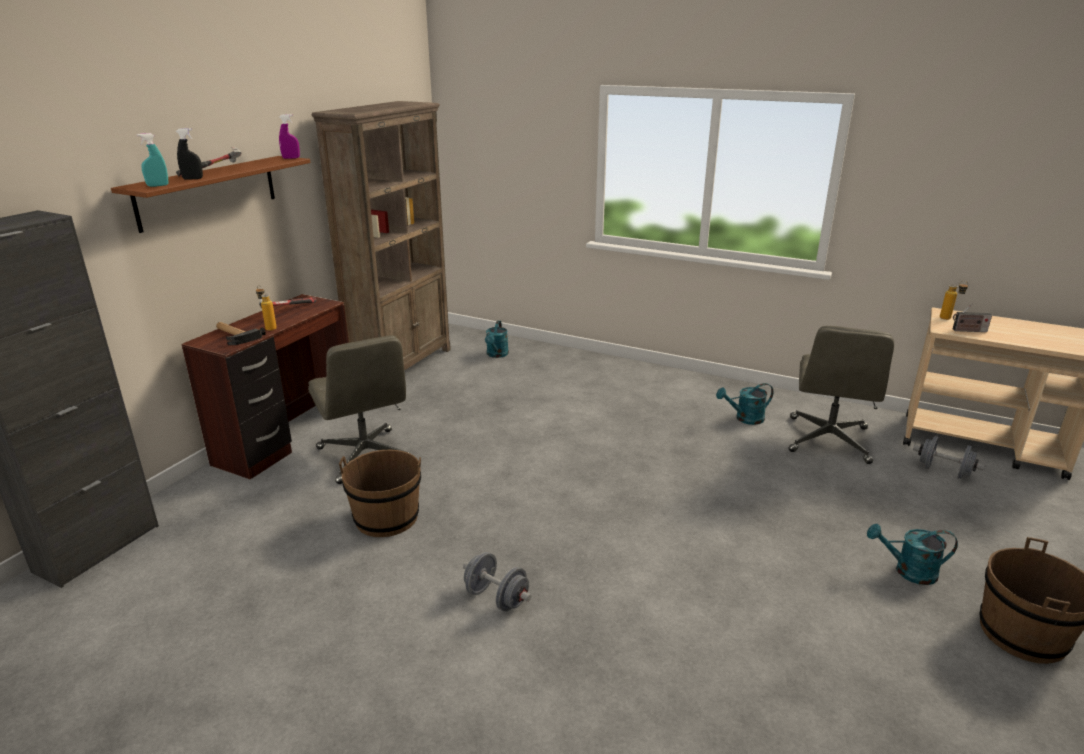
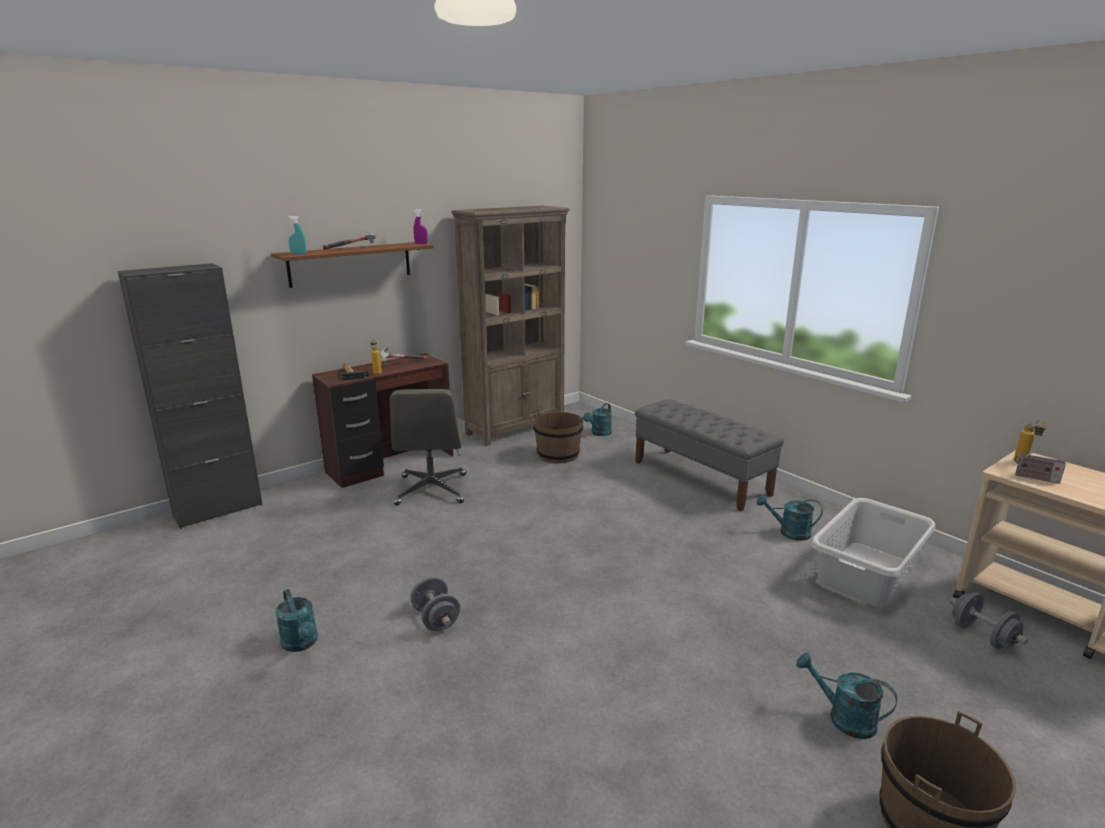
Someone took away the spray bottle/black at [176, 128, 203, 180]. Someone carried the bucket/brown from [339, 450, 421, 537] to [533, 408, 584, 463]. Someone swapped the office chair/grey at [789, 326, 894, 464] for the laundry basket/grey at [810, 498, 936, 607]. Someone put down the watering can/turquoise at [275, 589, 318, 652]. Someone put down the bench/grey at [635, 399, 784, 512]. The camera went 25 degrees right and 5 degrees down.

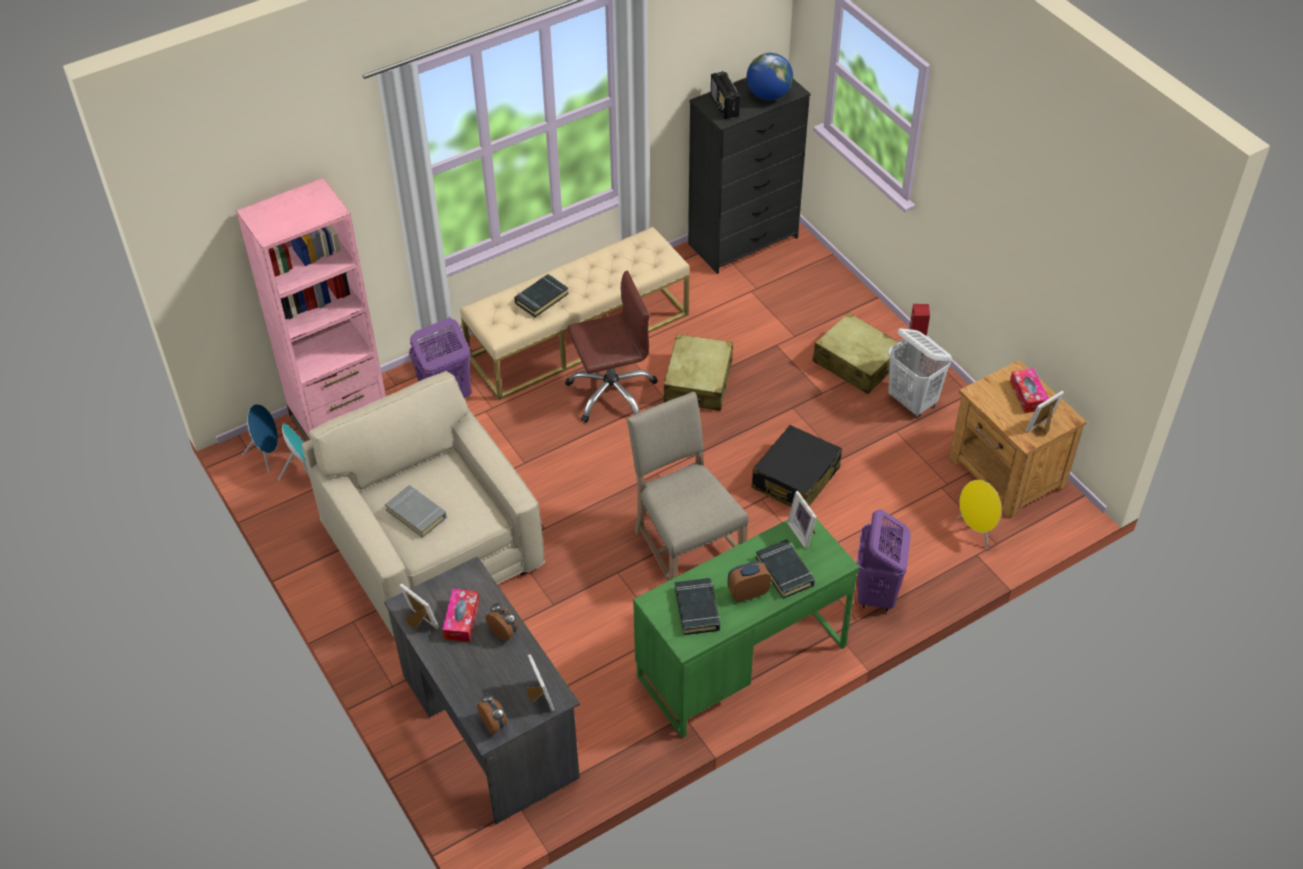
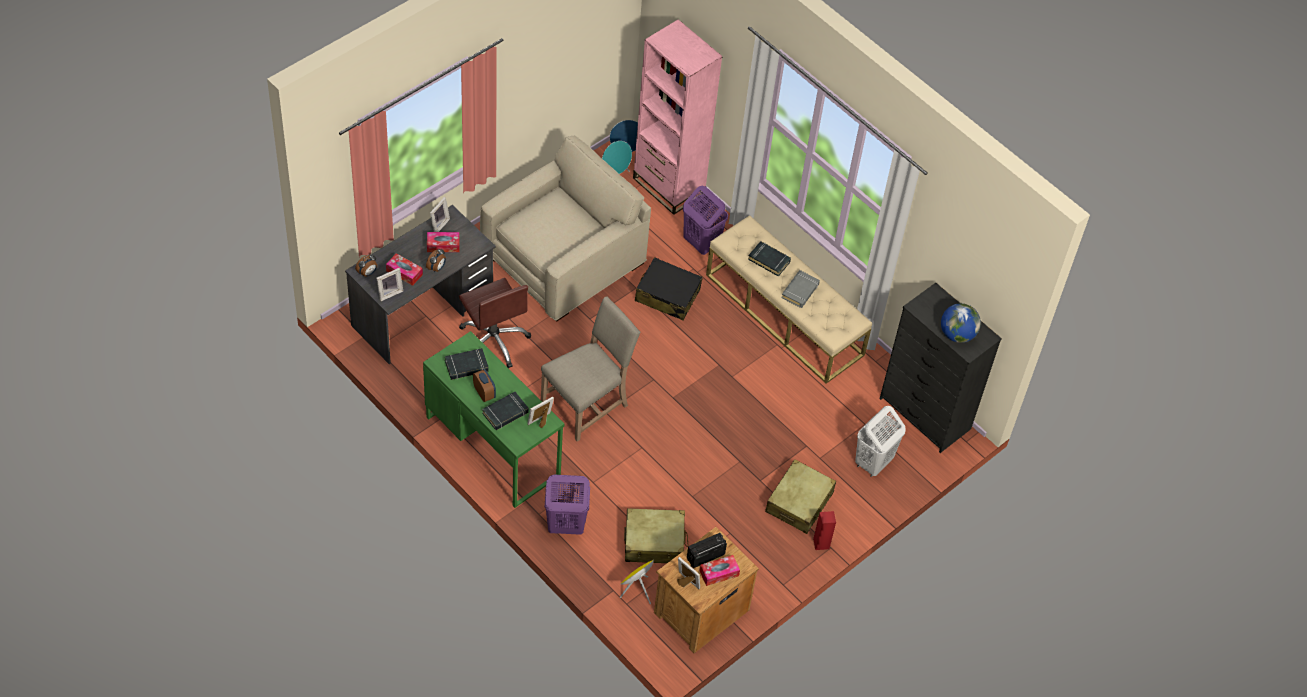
Someone carried the book/grey from [385, 485, 447, 538] to [781, 270, 820, 308]. Someone carried the office chair/brown from [565, 271, 658, 423] to [459, 278, 531, 368]. Someone carried the suitcase/beige from [663, 334, 733, 411] to [624, 508, 688, 563]. Someone carried the radio from [711, 71, 740, 119] to [687, 533, 727, 568]. Someone carried the suitcase/black from [752, 425, 842, 507] to [635, 257, 703, 321]. Someone carried the laundry basket/white from [888, 328, 952, 417] to [855, 406, 906, 477]. Someone put down the tissue box at [386, 254, 423, 286]. The camera went 75 degrees right and 5 degrees up.

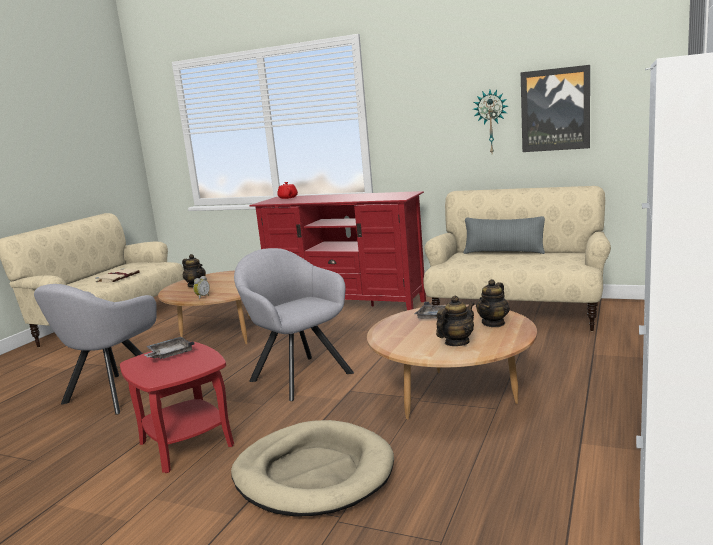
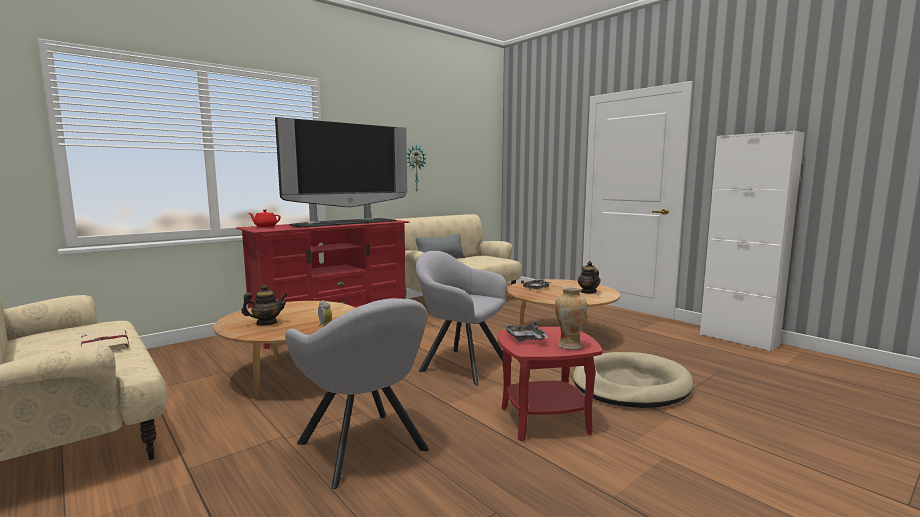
Someone rotated the armchair/grey at [234, 248, 354, 401] by 45 degrees clockwise. Someone took away the teapot at [476, 279, 510, 327]. Someone took away the picture at [521, 65, 590, 152]. Someone put down the television at [275, 117, 407, 228]. Someone put down the vase at [555, 287, 587, 350]. The camera went 65 degrees left and 5 degrees down.

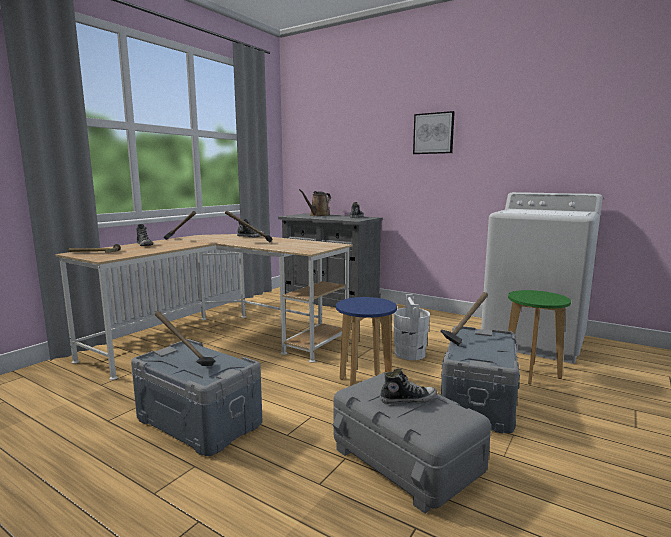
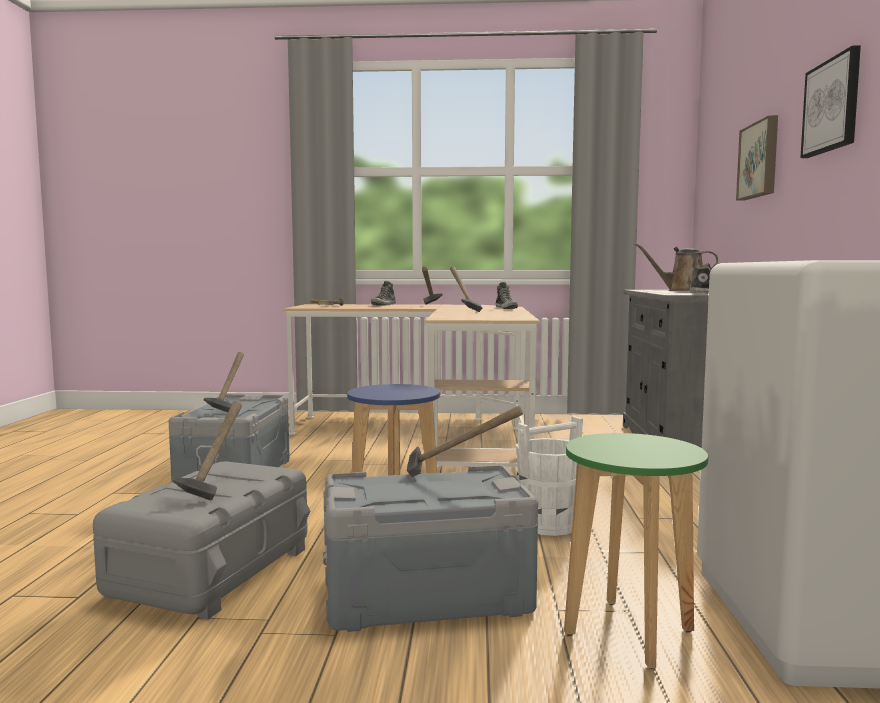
Someone swapped the shoe at [380, 368, 437, 404] for the hammer at [173, 401, 242, 501]. Someone put up the picture at [736, 115, 778, 201]. The camera went 60 degrees right and 5 degrees down.

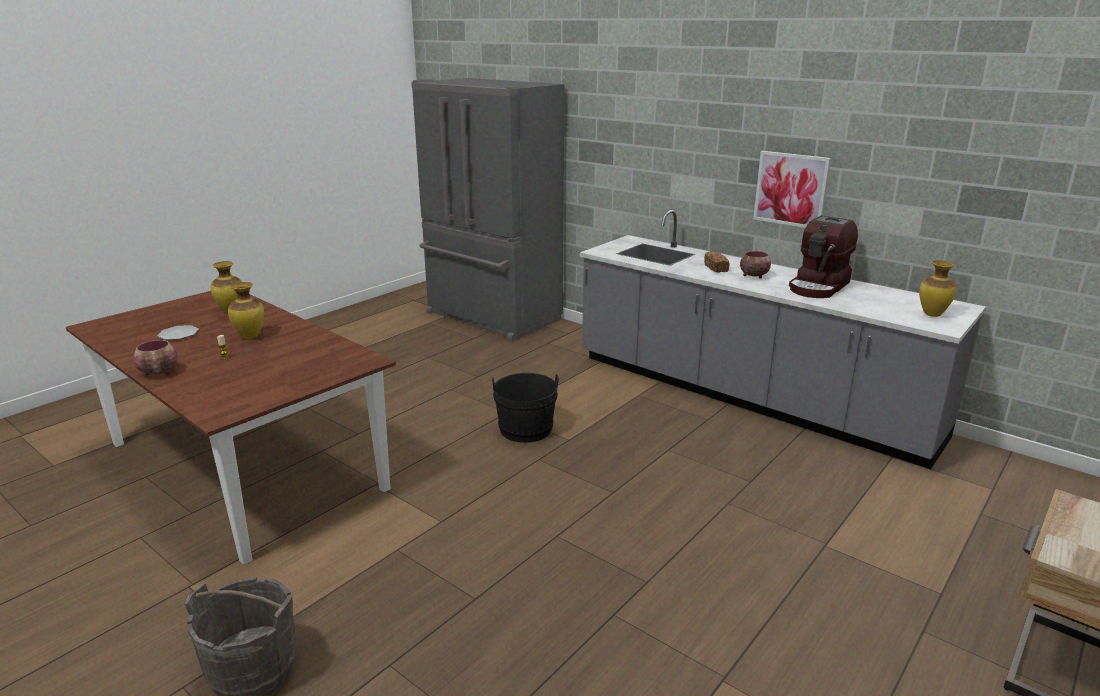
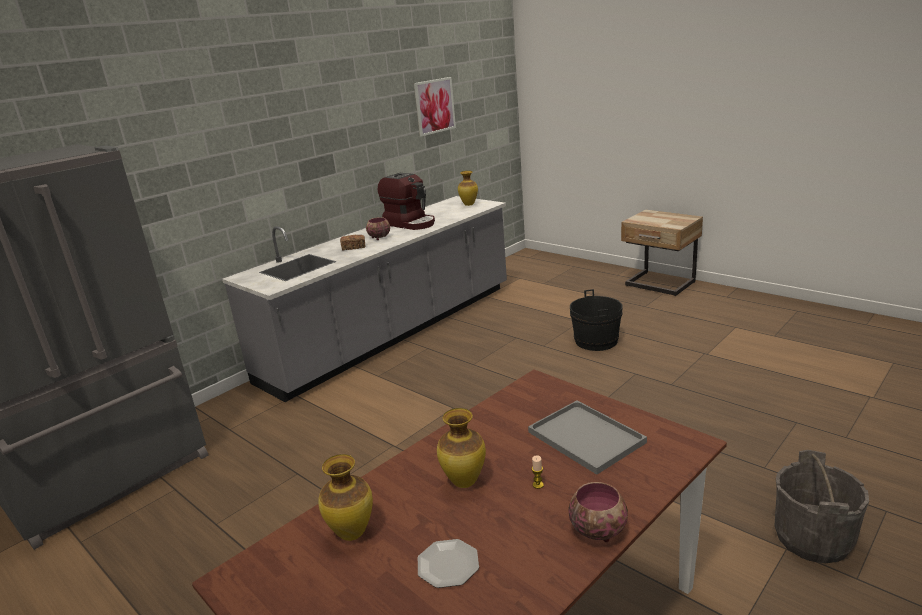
Someone carried the bucket/black from [492, 373, 559, 443] to [570, 289, 623, 351]. Someone carried the picture from [753, 151, 831, 228] to [414, 77, 456, 137]. Someone put down the tray/grey at [528, 400, 647, 475]. The camera went 85 degrees left and 0 degrees up.

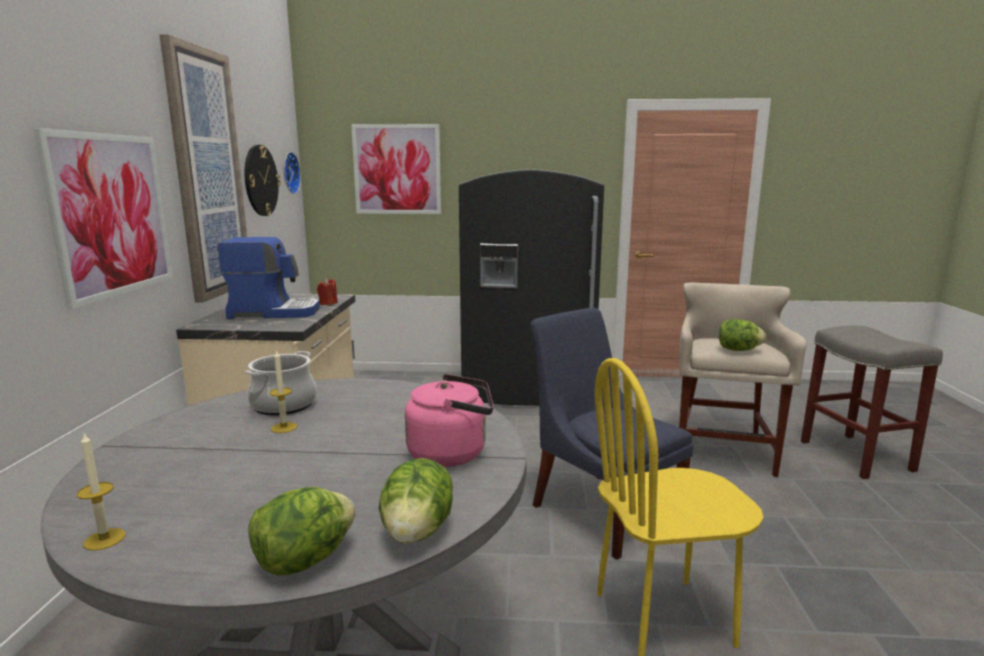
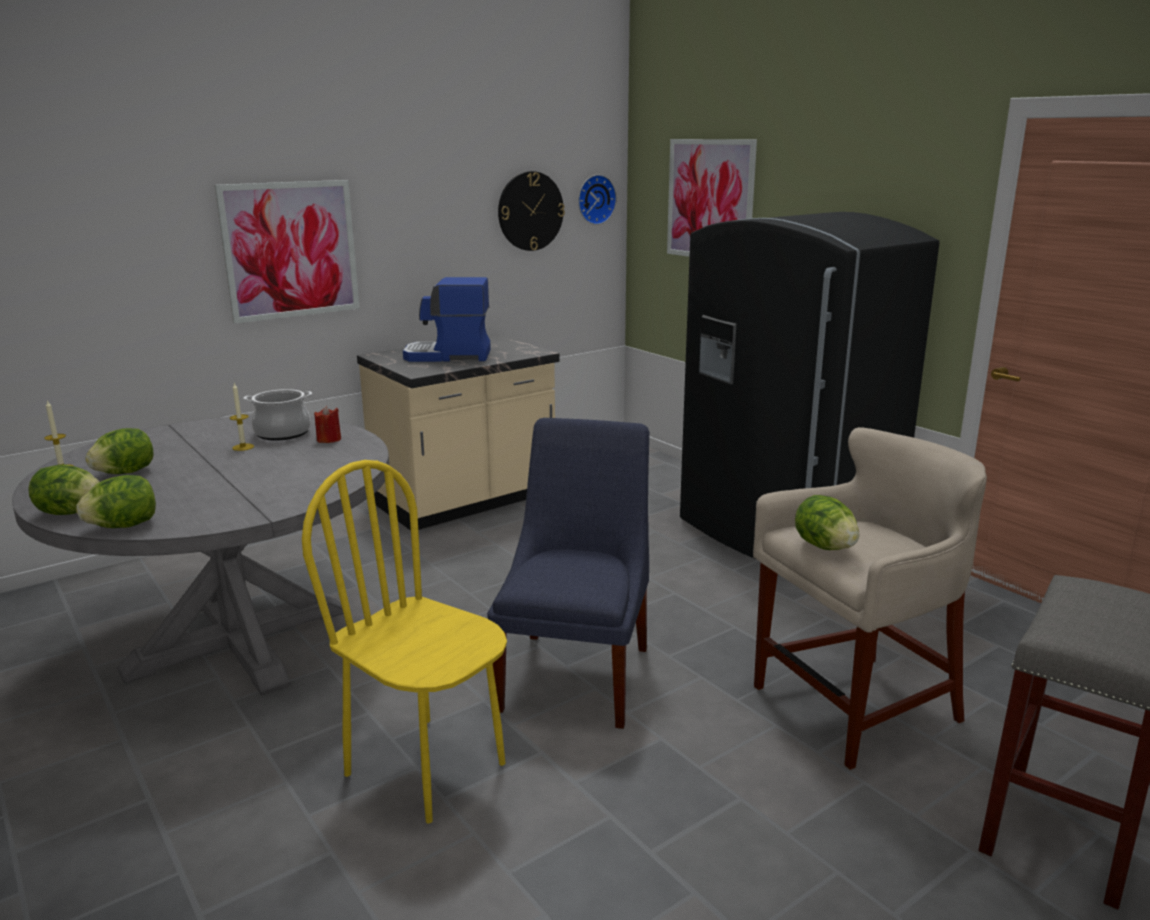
Someone took away the picture at [160, 34, 247, 302]. Someone rotated the coffee machine at [218, 237, 320, 319] by 135 degrees clockwise. Someone carried the candle/red from [317, 278, 338, 305] to [314, 406, 341, 443]. Someone took away the kettle/pink at [405, 374, 493, 467]. Someone put down the lettuce at [85, 428, 154, 474]. The camera went 50 degrees right and 5 degrees up.

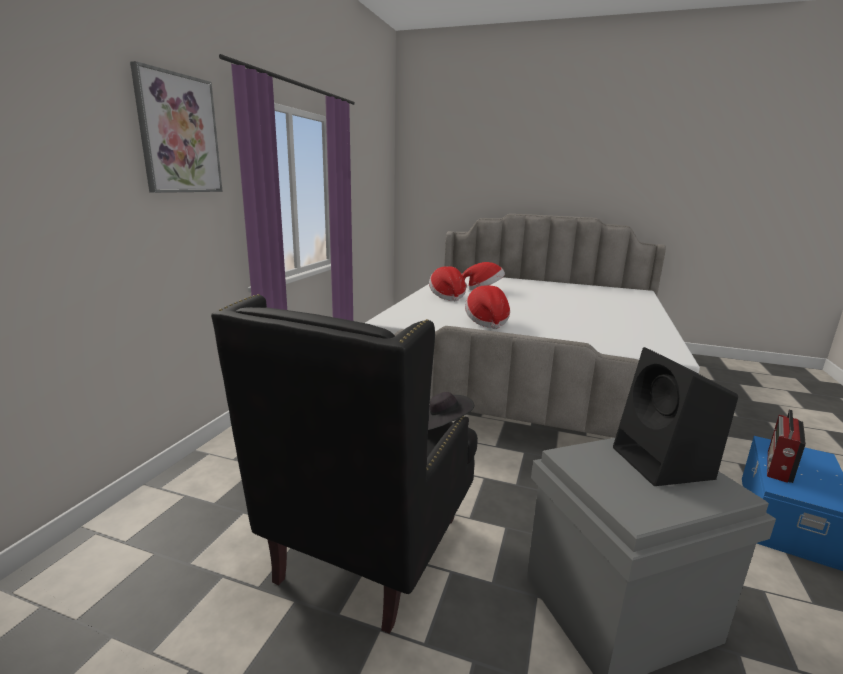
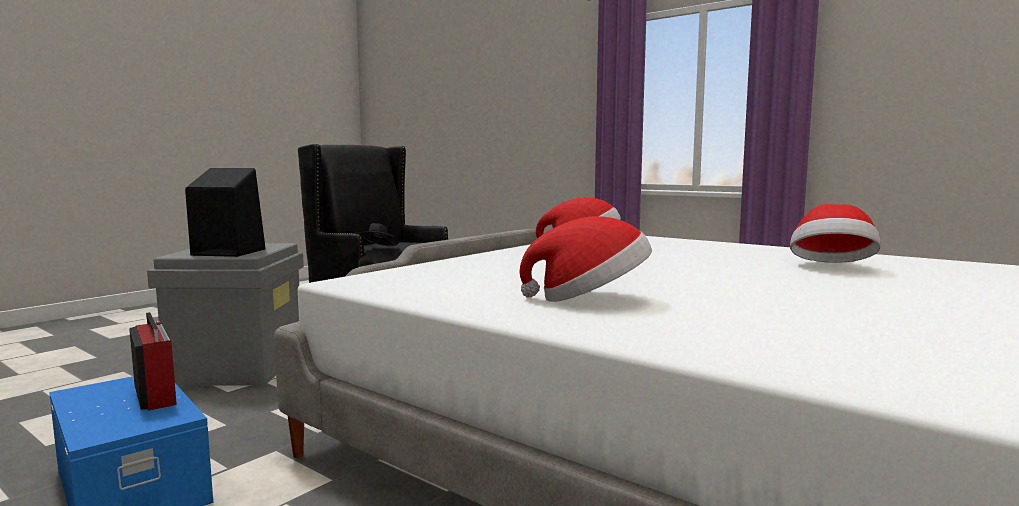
Someone took away the picture at [130, 61, 223, 193]. Someone carried the hat from [429, 266, 466, 301] to [520, 216, 652, 302]. The camera went 110 degrees right and 10 degrees down.

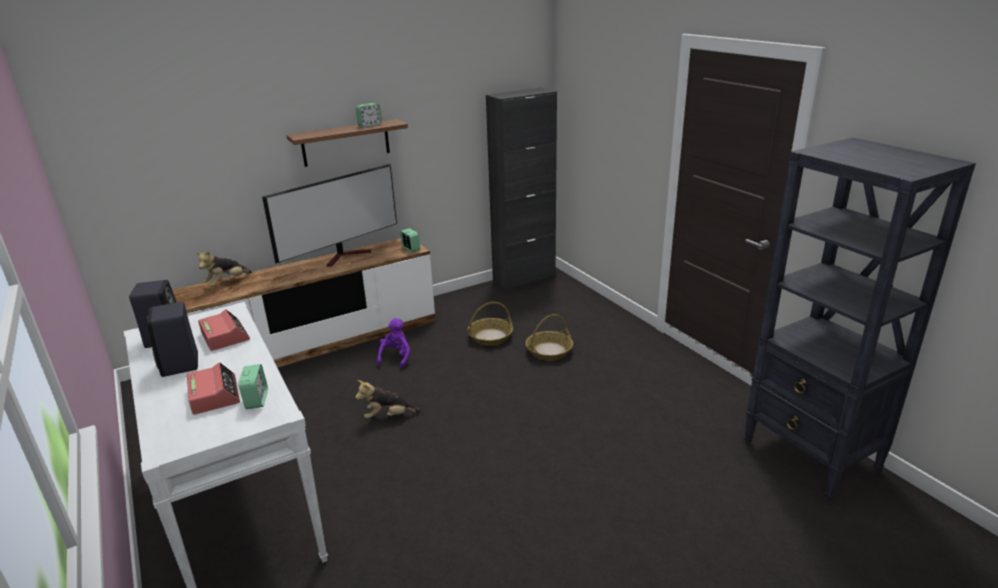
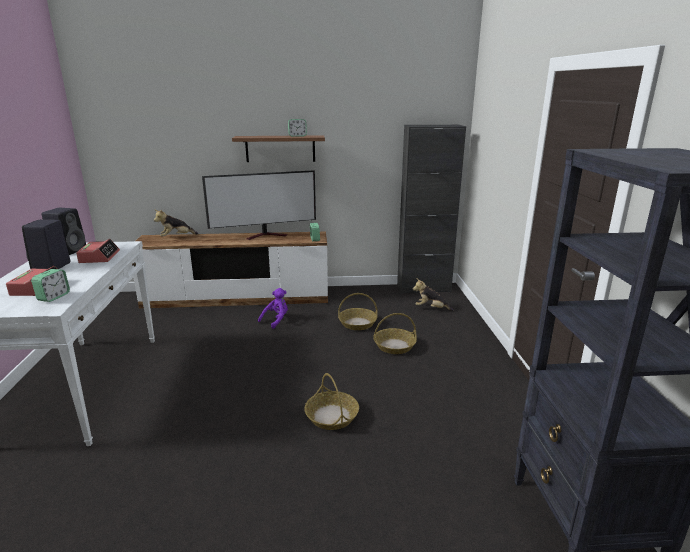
Someone carried the plush toy from [355, 380, 421, 418] to [413, 278, 454, 311]. Someone put down the basket at [304, 373, 359, 430]. The camera went 25 degrees right and 5 degrees down.

